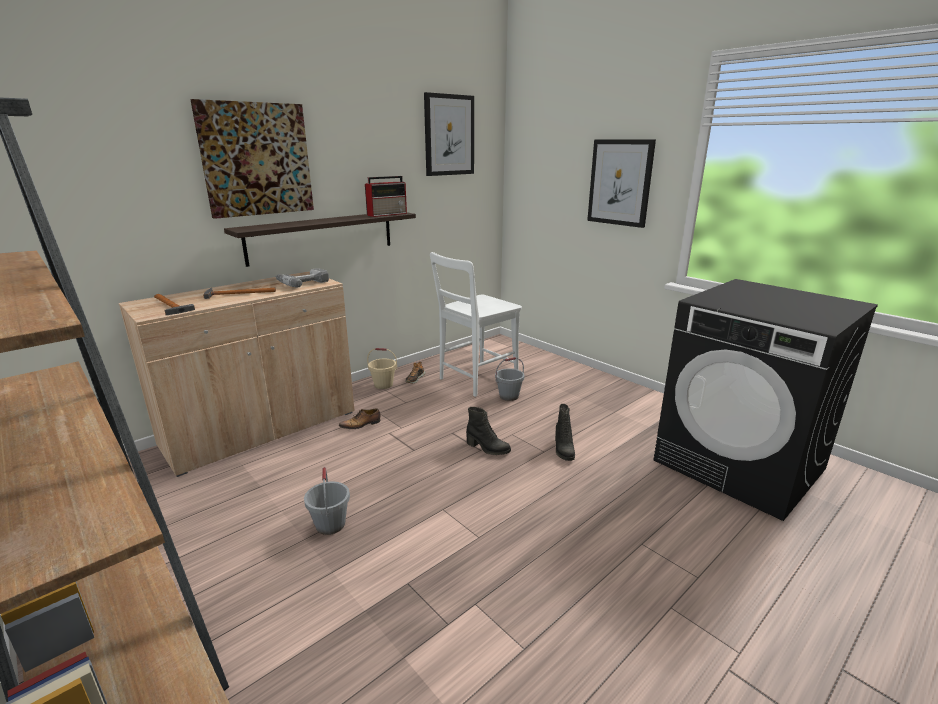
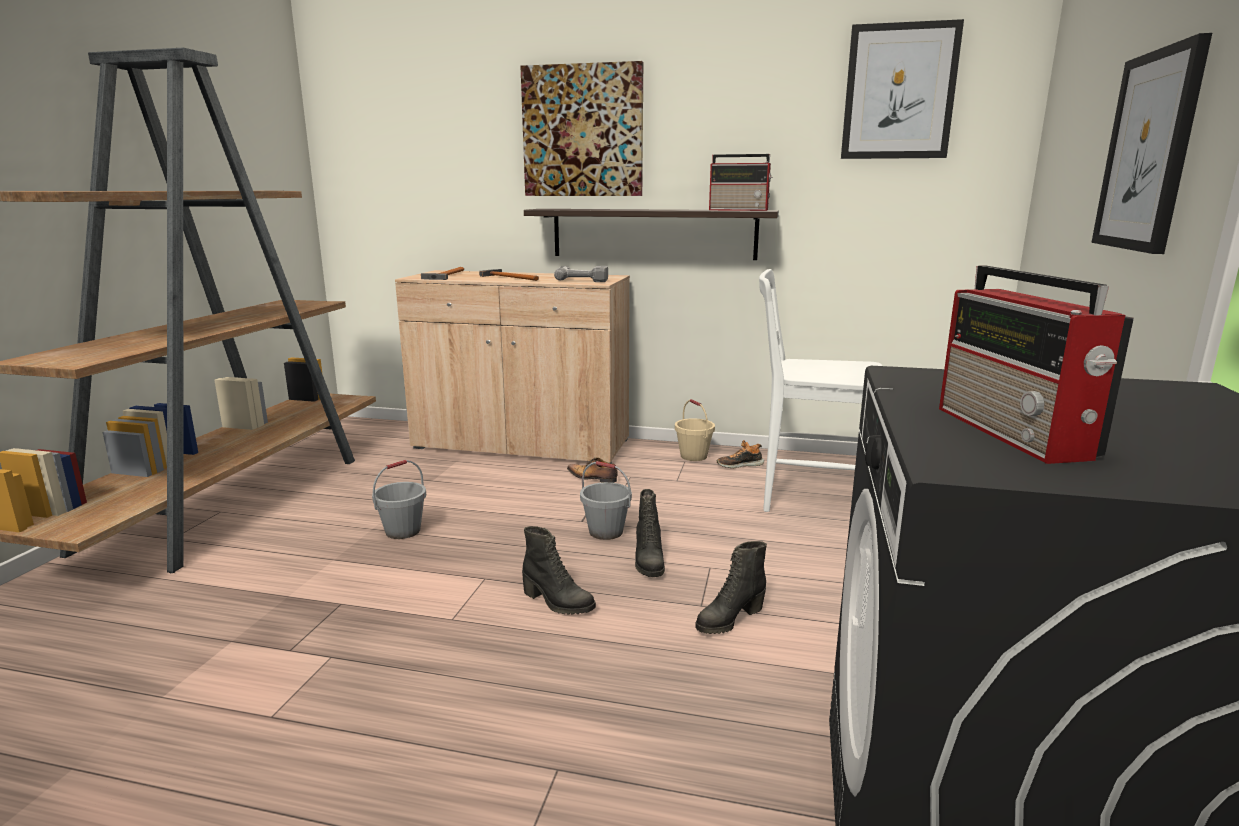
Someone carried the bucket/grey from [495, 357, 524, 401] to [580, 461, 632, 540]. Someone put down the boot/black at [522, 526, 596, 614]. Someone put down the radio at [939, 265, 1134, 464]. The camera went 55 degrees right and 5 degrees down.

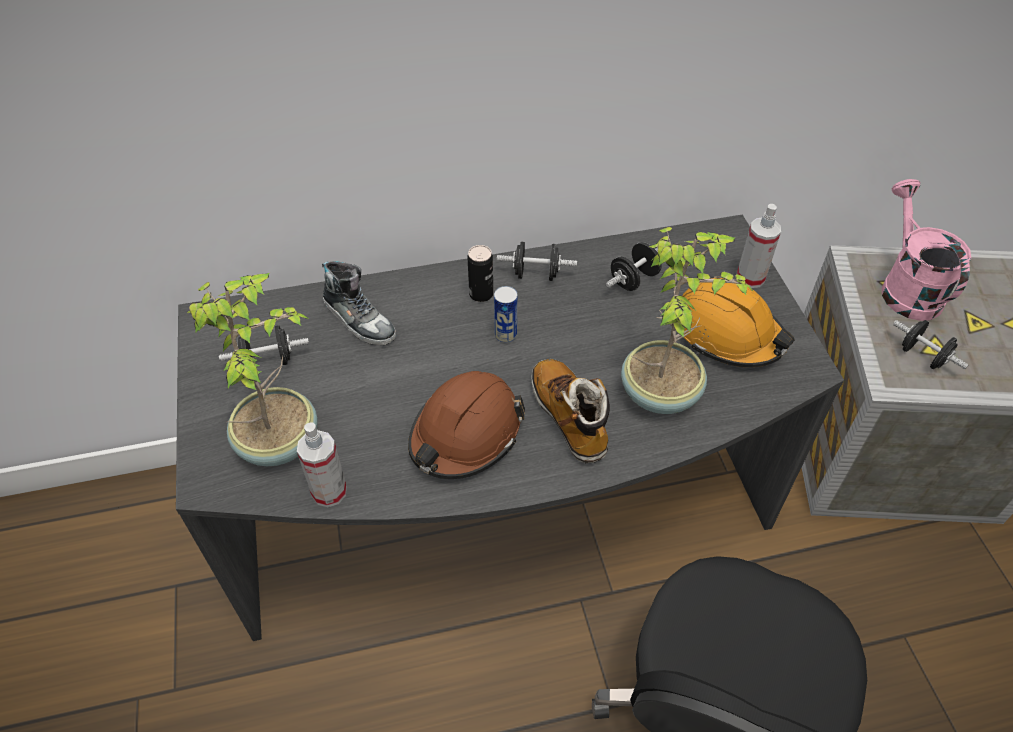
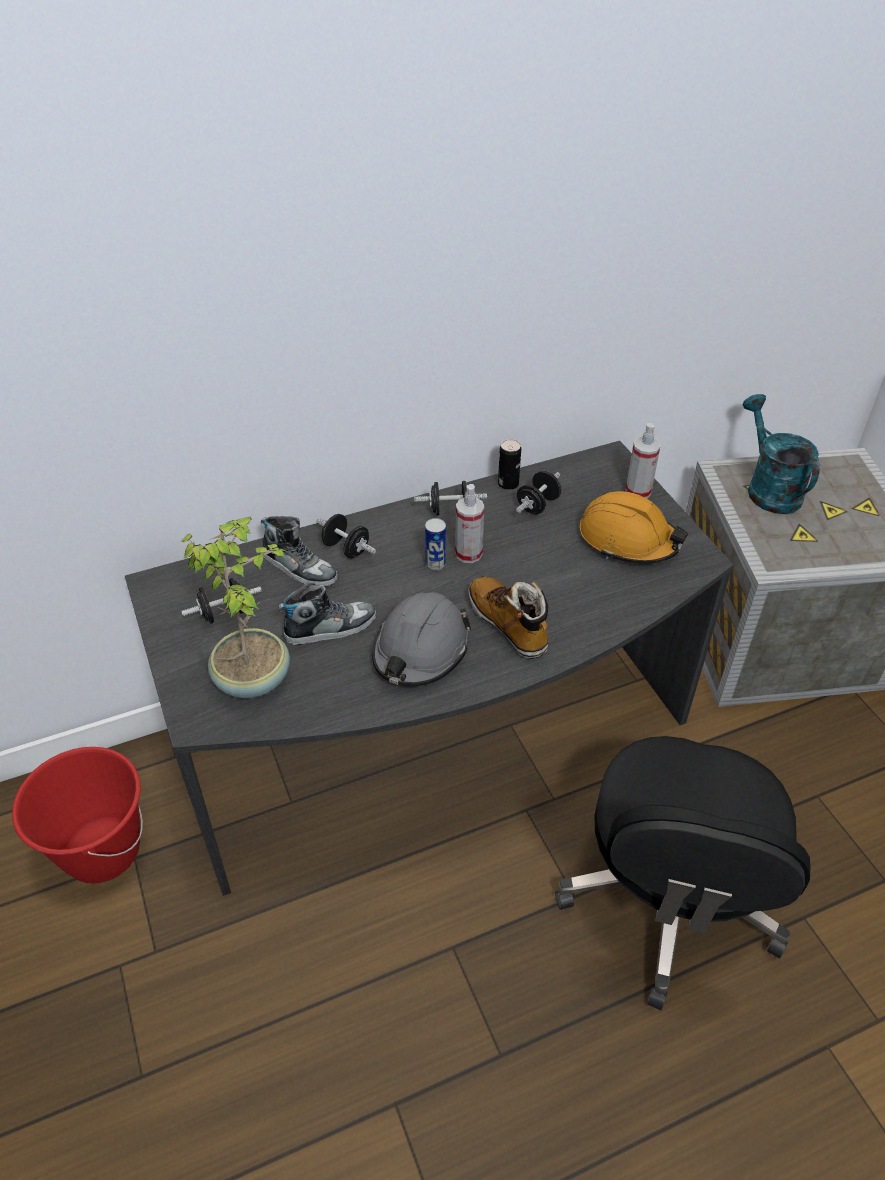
Someone carried the spray bottle from [297, 422, 347, 507] to [455, 484, 484, 563]. Someone repainted the hard hat/brown at [408, 371, 525, 479], which became the hard hat/grey at [372, 592, 471, 687]. Someone carried the can from [467, 245, 493, 302] to [498, 439, 521, 490]. Someone took away the potted plant at [621, 227, 755, 414]. Someone repainted the watering can/pink at [882, 179, 971, 321], which became the watering can/turquoise at [743, 394, 820, 514]. Someone carried the dumbbell/black from [893, 320, 968, 369] to [316, 514, 376, 558]. Someone put down the bucket/red at [12, 747, 143, 883]. Someone put down the shoe at [278, 582, 376, 645]. The camera went 10 degrees left and 5 degrees down.

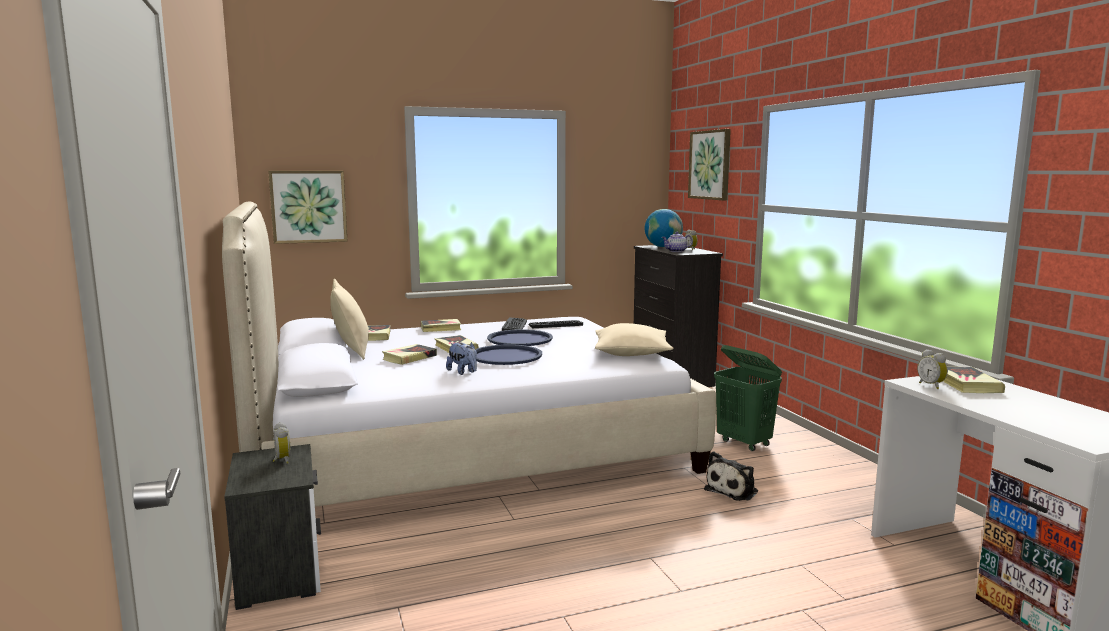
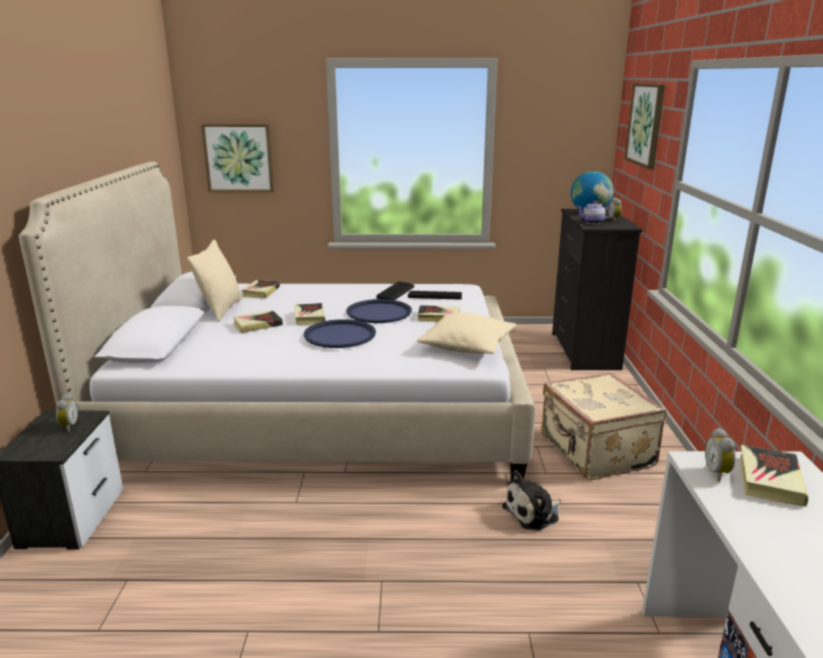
Someone carried the book from [421, 319, 461, 332] to [418, 305, 460, 322]. Someone took away the plush toy at [446, 342, 477, 375]. Someone swapped the laundry basket/green at [714, 345, 782, 451] for the suitcase/beige at [541, 373, 666, 480]. The camera went 20 degrees right and 10 degrees up.

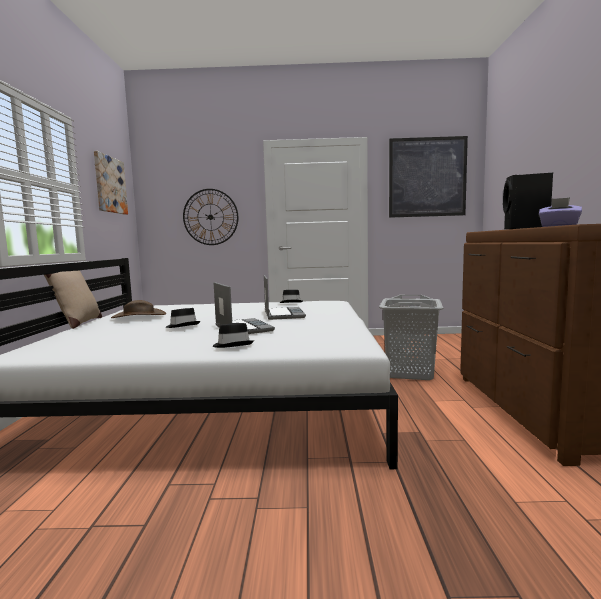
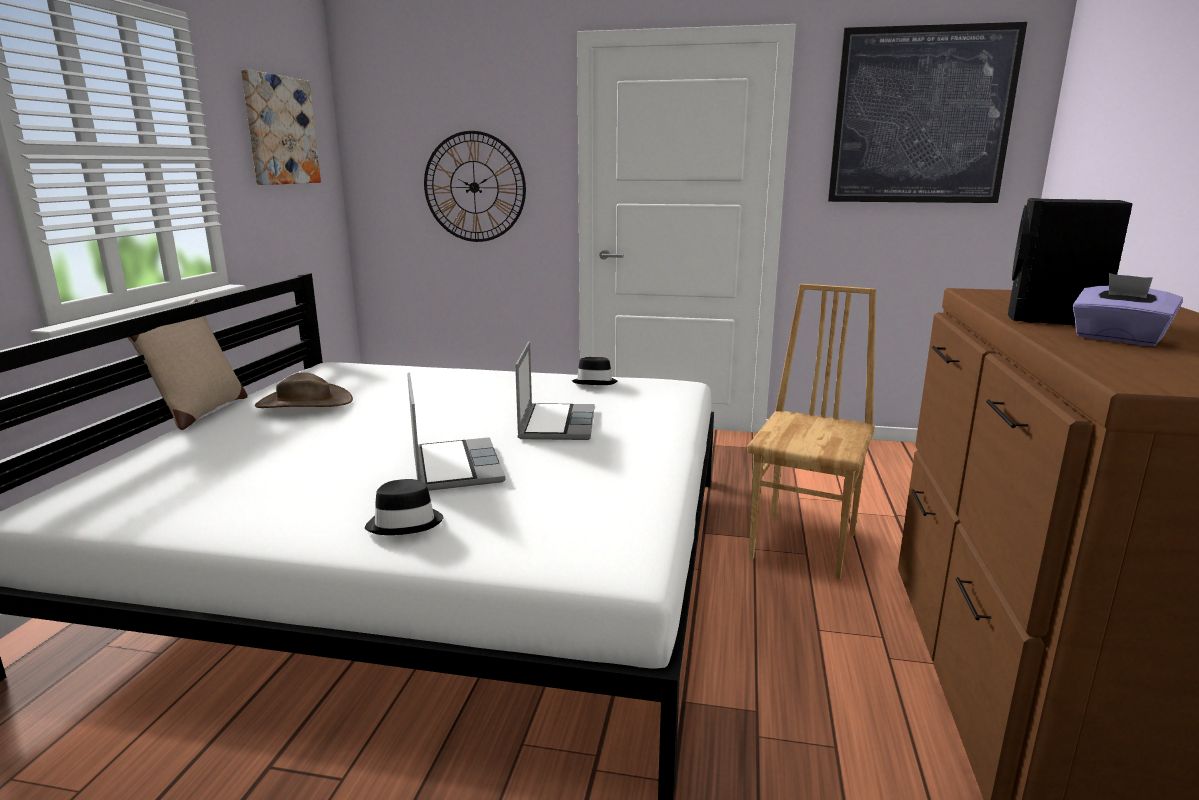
Someone took away the hat/black at [166, 308, 200, 328]. Someone swapped the laundry basket/grey at [379, 295, 443, 380] for the chair/brown at [747, 284, 876, 580]. The camera went 10 degrees right and 10 degrees up.

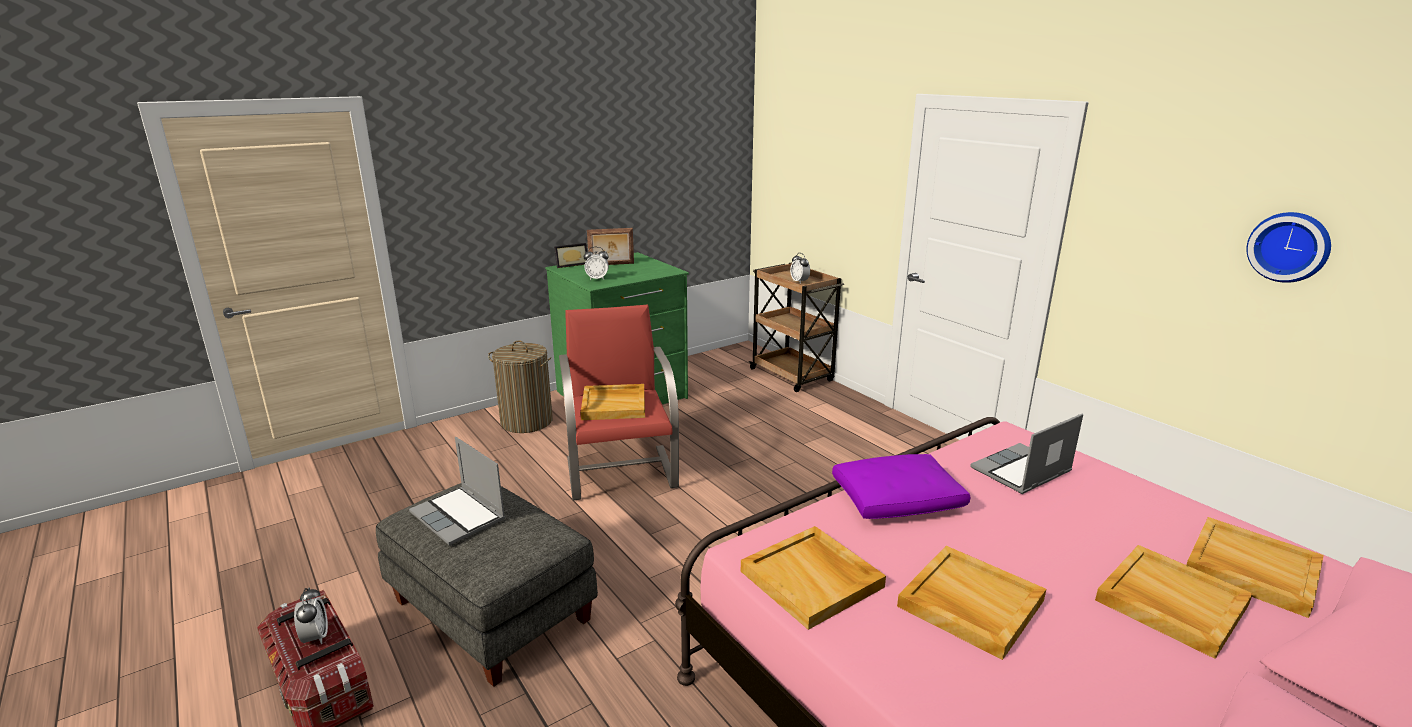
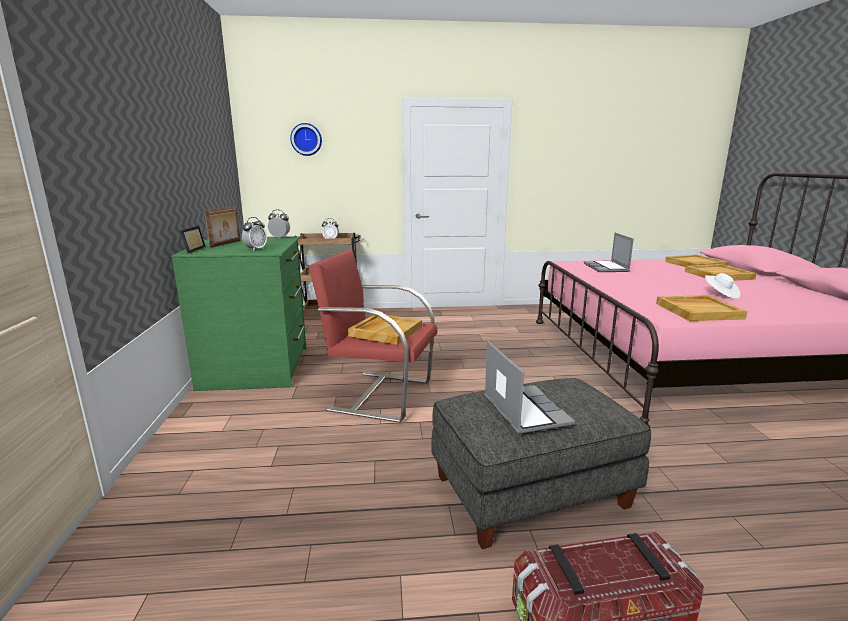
Someone carried the alarm clock from [294, 588, 328, 644] to [268, 210, 290, 238]. Someone rotated the laptop at [409, 437, 505, 546] by 90 degrees counterclockwise. Someone took away the laundry basket at [488, 340, 553, 433]. Someone took away the pillow/purple at [832, 454, 971, 519]. Someone swapped the tray/beige at [897, 546, 1046, 660] for the hat/white at [705, 273, 740, 299]. Someone carried the wall clock from [1246, 212, 1331, 283] to [290, 123, 322, 156]. The camera went 60 degrees left and 5 degrees down.

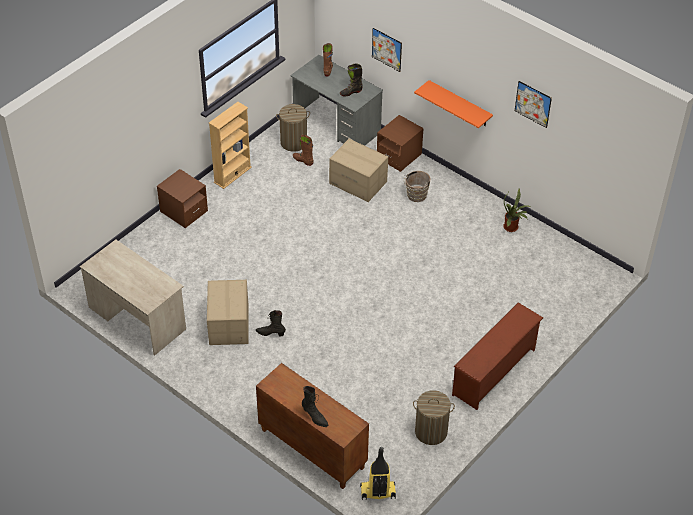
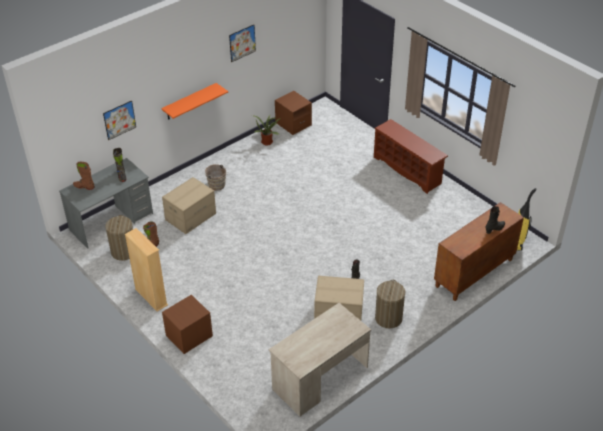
Someone carried the nightstand/brown from [377, 115, 424, 172] to [275, 91, 312, 135]. Someone carried the laundry basket from [413, 390, 455, 445] to [375, 280, 405, 328]. The camera went 80 degrees left and 5 degrees down.

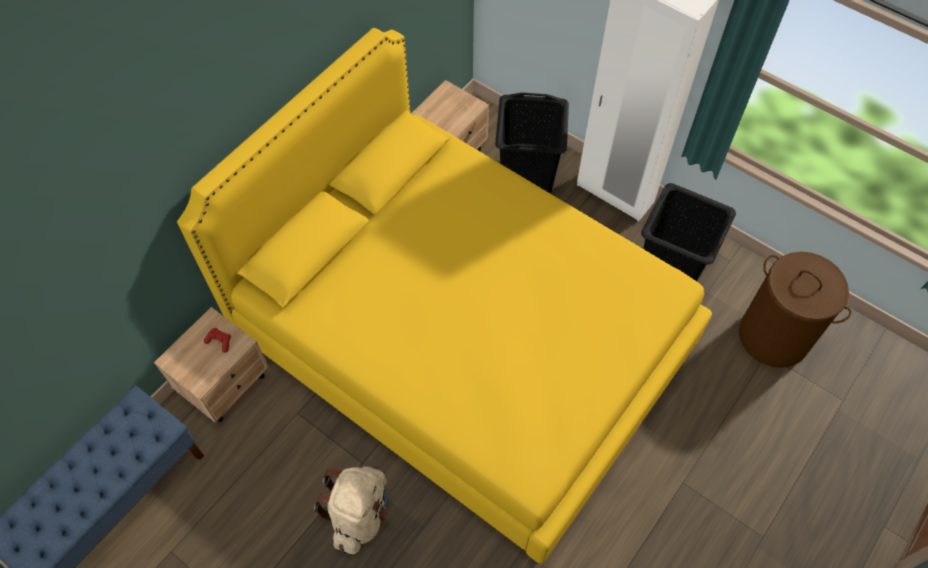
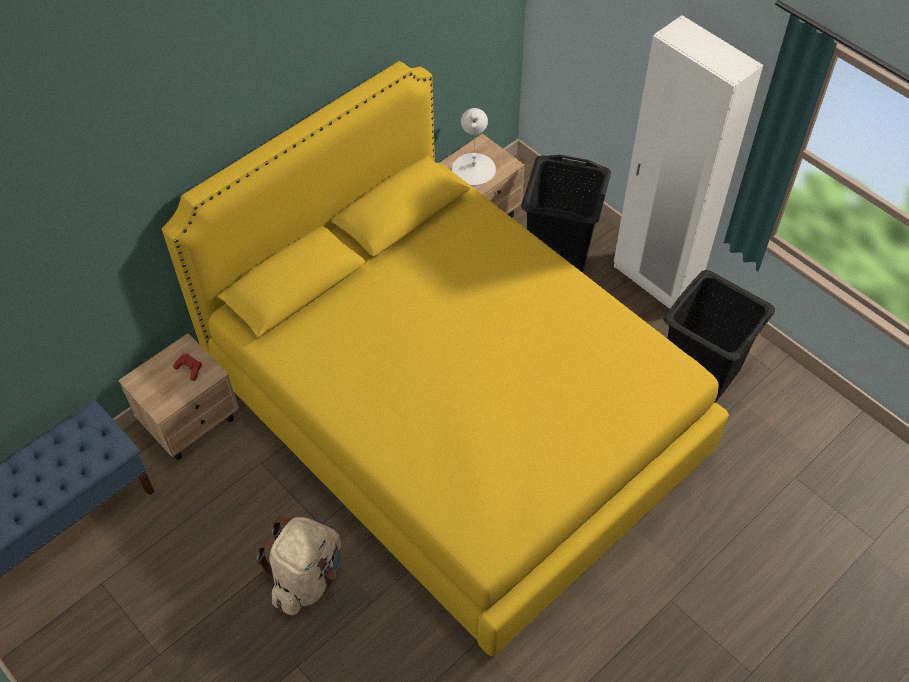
Someone took away the laundry basket/brown at [739, 251, 852, 368]. Someone put down the table lamp/white at [452, 108, 496, 186]. The camera went 10 degrees right and 5 degrees down.

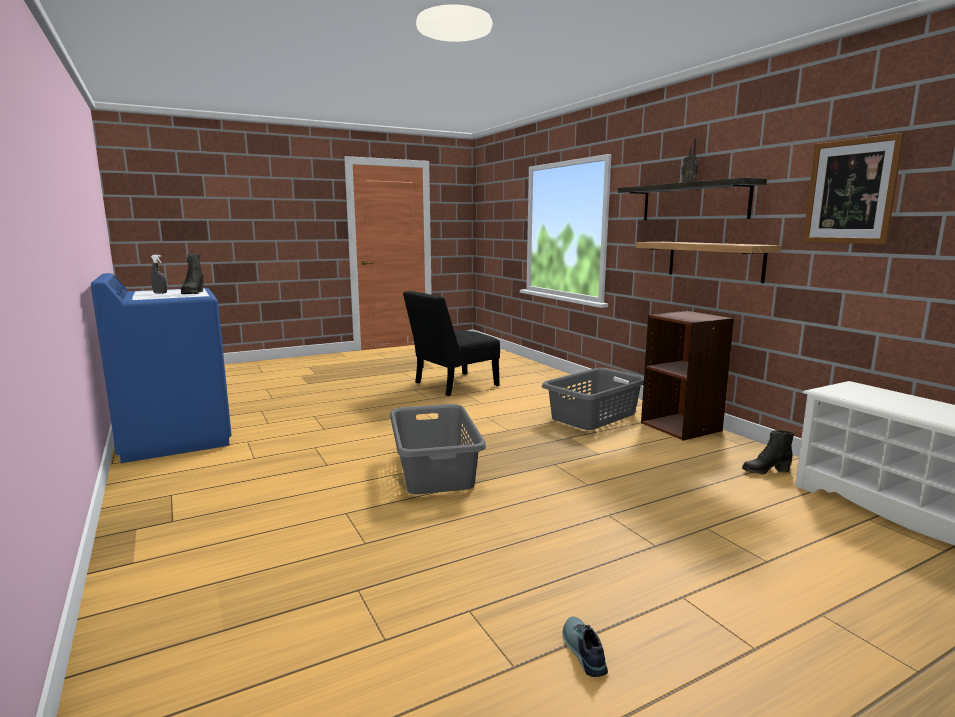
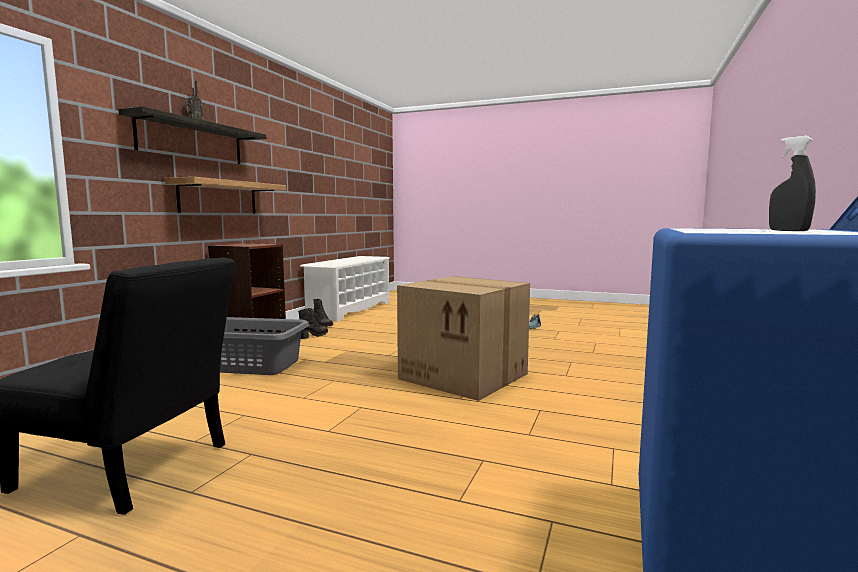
Someone carried the boot/black from [181, 254, 204, 294] to [298, 308, 328, 339]. Someone swapped the laundry basket/grey at [390, 404, 486, 494] for the cardboard box at [397, 276, 530, 401]. Someone took away the picture at [803, 133, 904, 244]. The camera went 130 degrees left and 5 degrees down.

